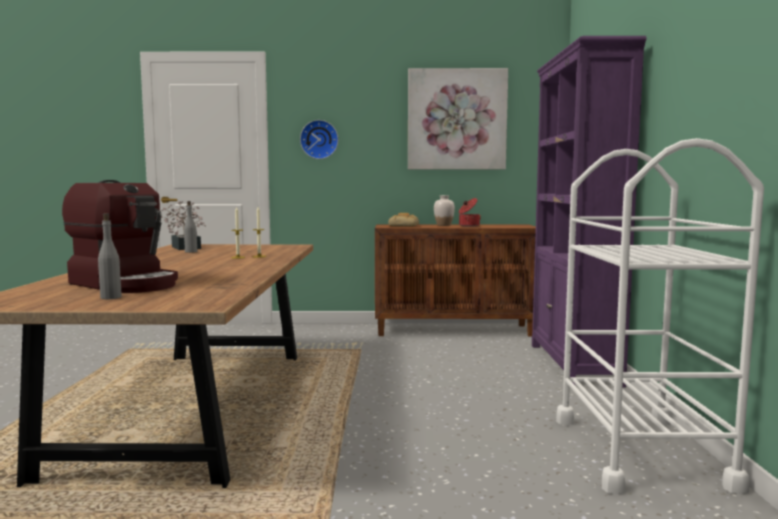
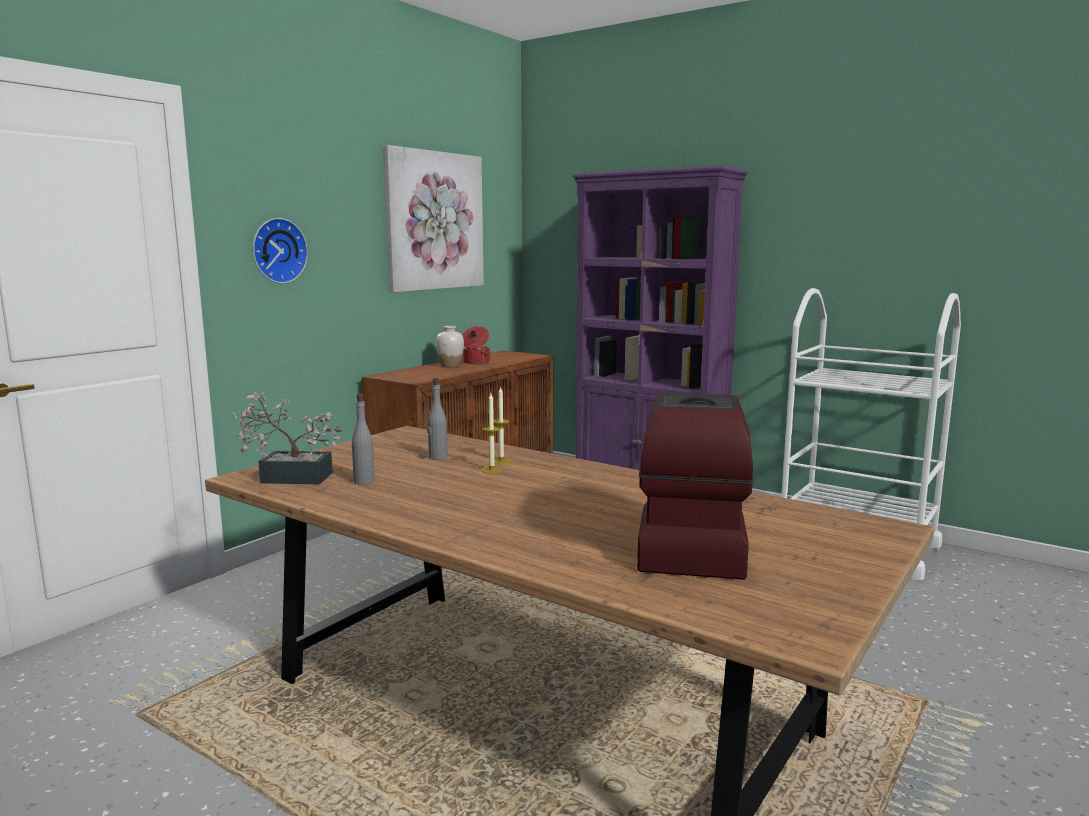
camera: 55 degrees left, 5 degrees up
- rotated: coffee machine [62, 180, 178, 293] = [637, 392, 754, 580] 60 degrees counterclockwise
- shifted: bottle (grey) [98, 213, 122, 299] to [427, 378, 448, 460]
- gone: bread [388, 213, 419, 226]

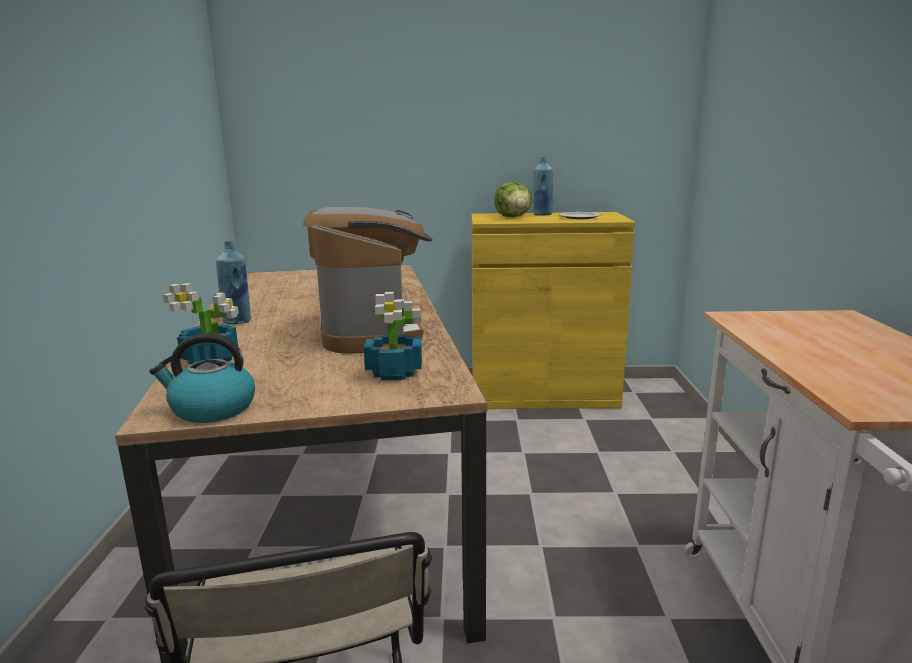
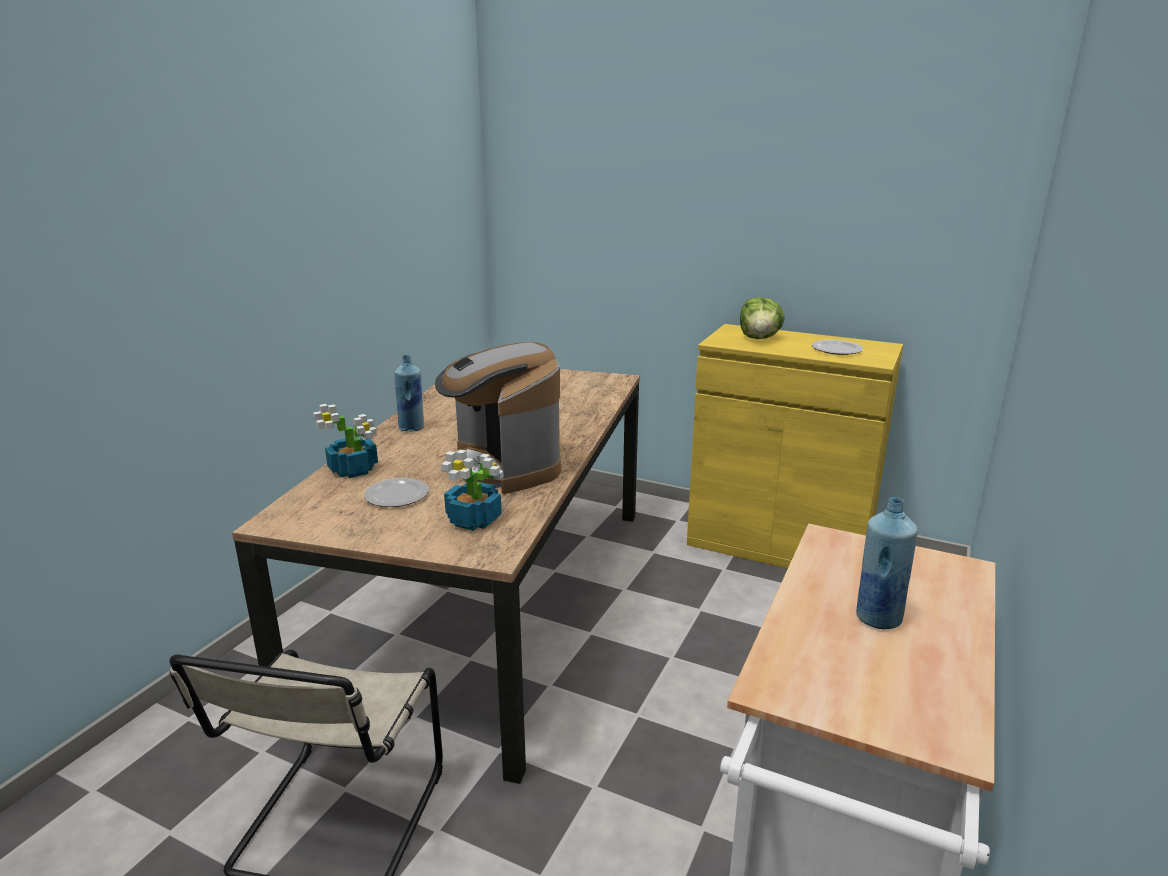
camera: 25 degrees right, 5 degrees up
- shifted: bottle (blue) [533, 157, 553, 216] to [856, 497, 918, 629]
- rotated: coffee machine [303, 207, 433, 354] = [435, 342, 561, 494] 135 degrees clockwise
- gone: kettle [149, 333, 255, 423]
- new: plate [364, 478, 429, 507]

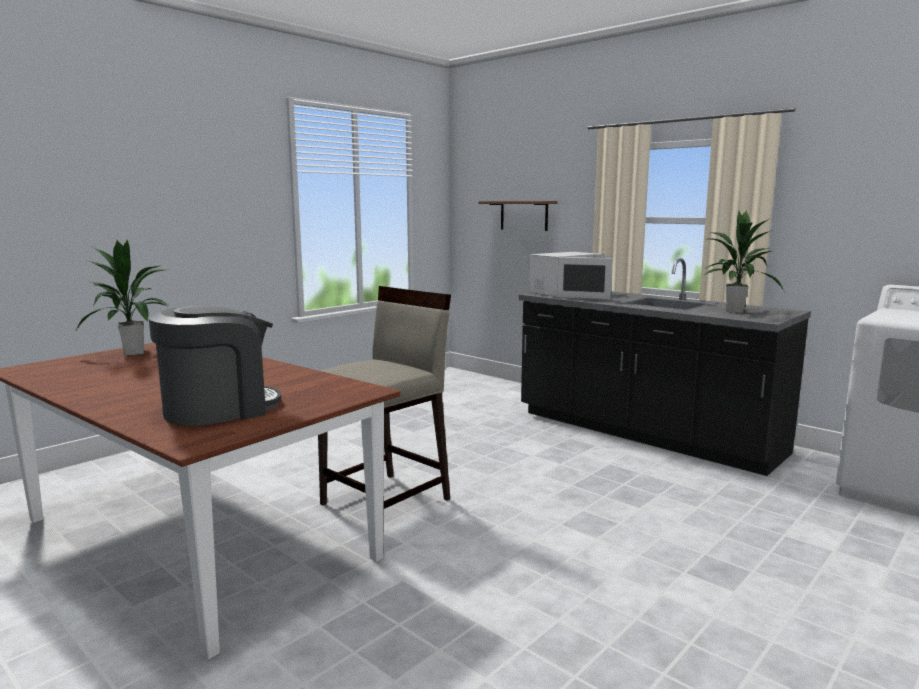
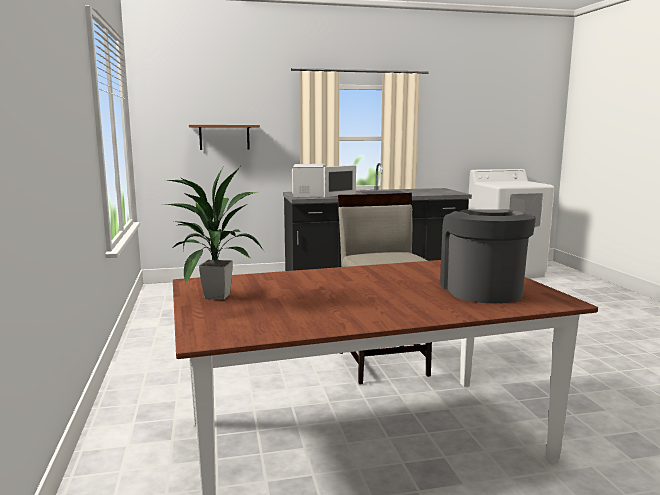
camera: 55 degrees left, 0 degrees up
- gone: potted plant [703, 210, 785, 313]

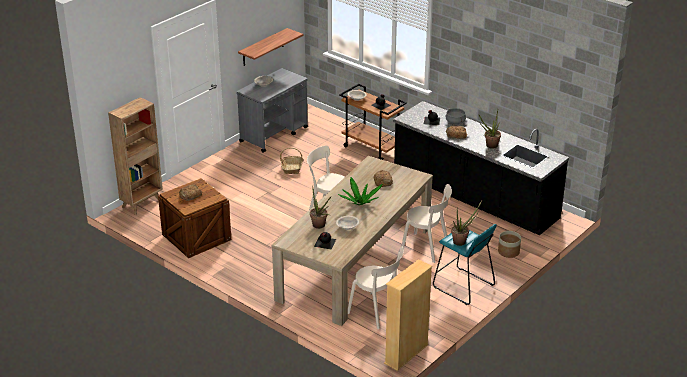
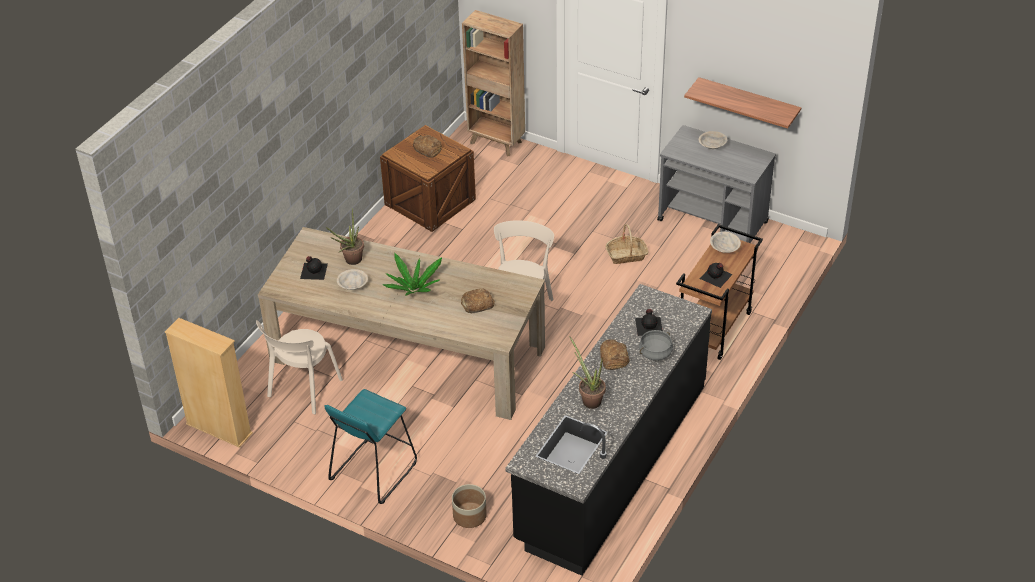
camera: 80 degrees right, 10 degrees up
- gone: chair (beige) [402, 184, 452, 263]
- gone: potted plant [451, 201, 482, 246]

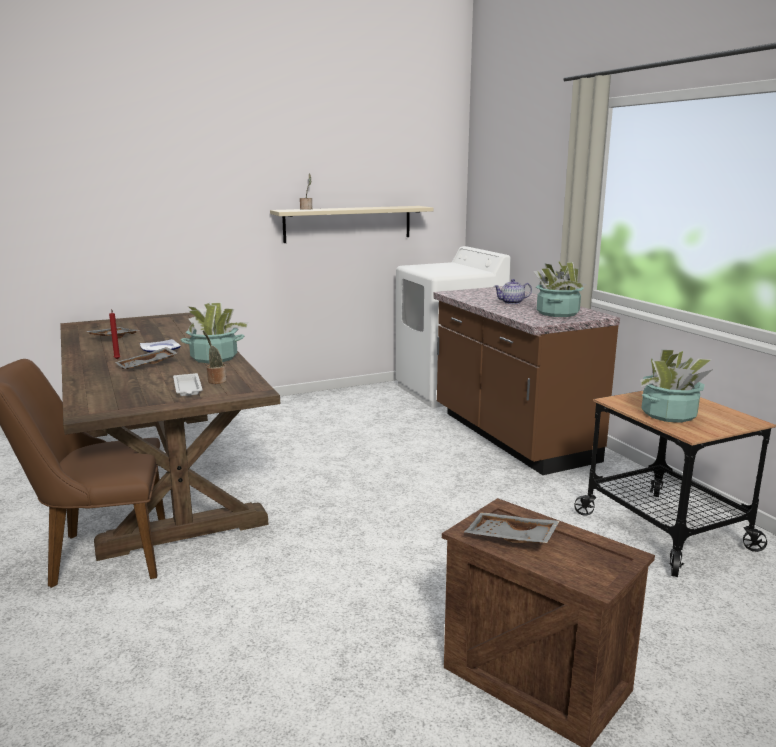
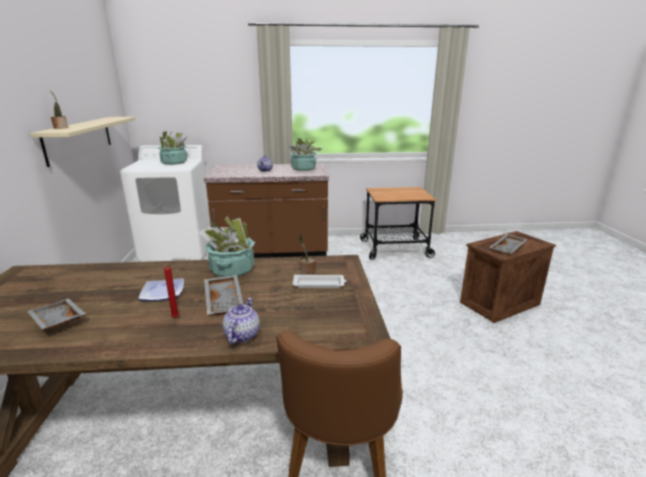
camera: 70 degrees left, 5 degrees up
- shifted: potted plant [640, 350, 713, 423] to [157, 131, 187, 165]
- new: teapot [223, 298, 260, 344]

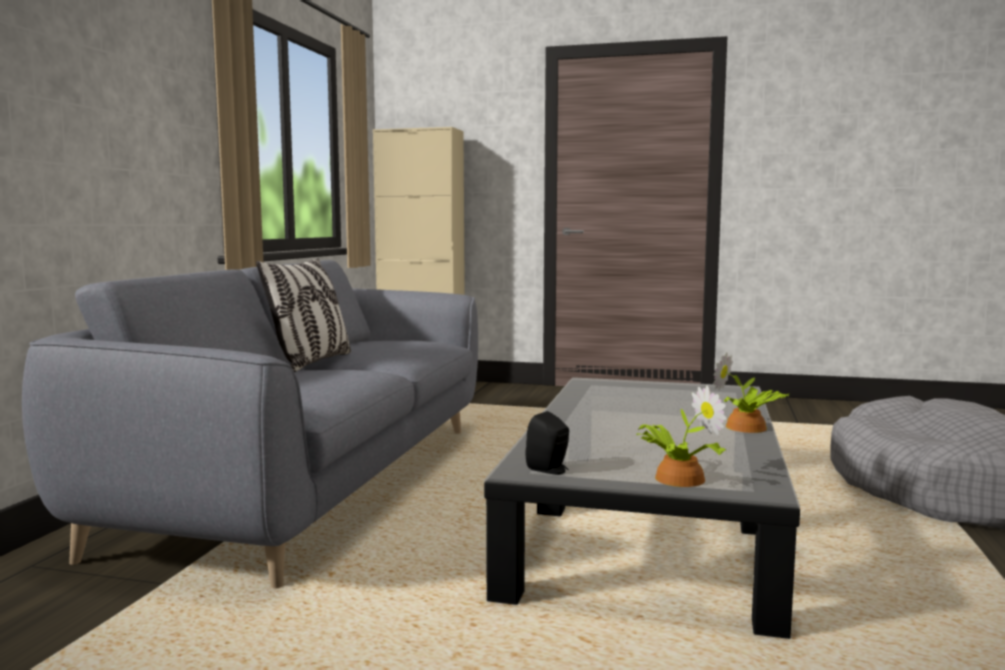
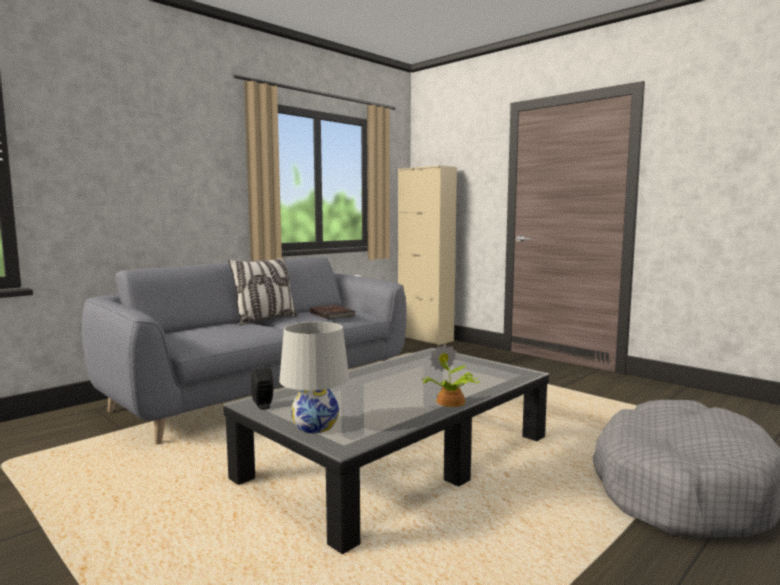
camera: 30 degrees right, 0 degrees up
- swapped: potted plant [637, 385, 727, 487] to table lamp (white) [279, 322, 349, 433]
- new: book (brown) [310, 305, 356, 319]

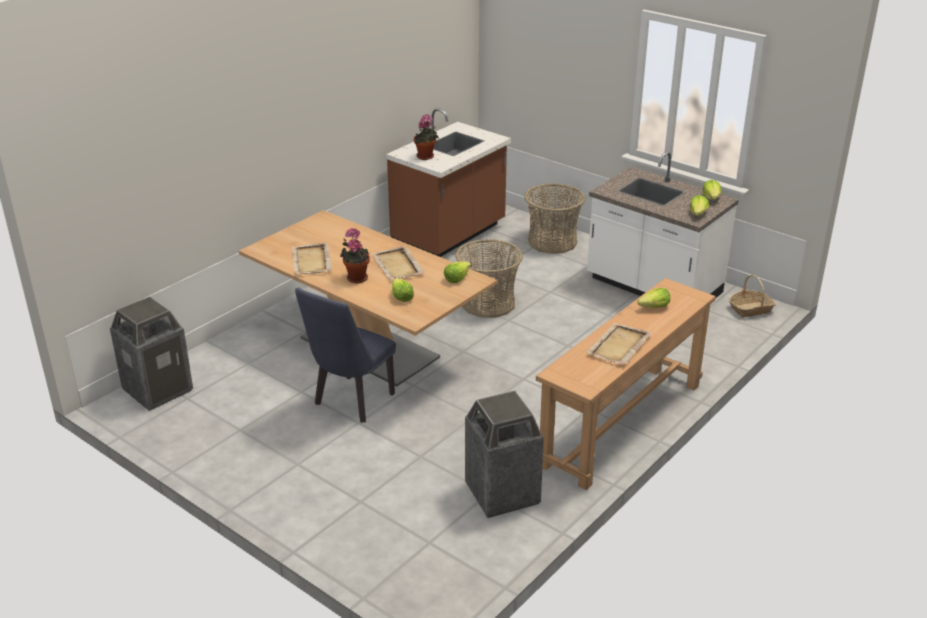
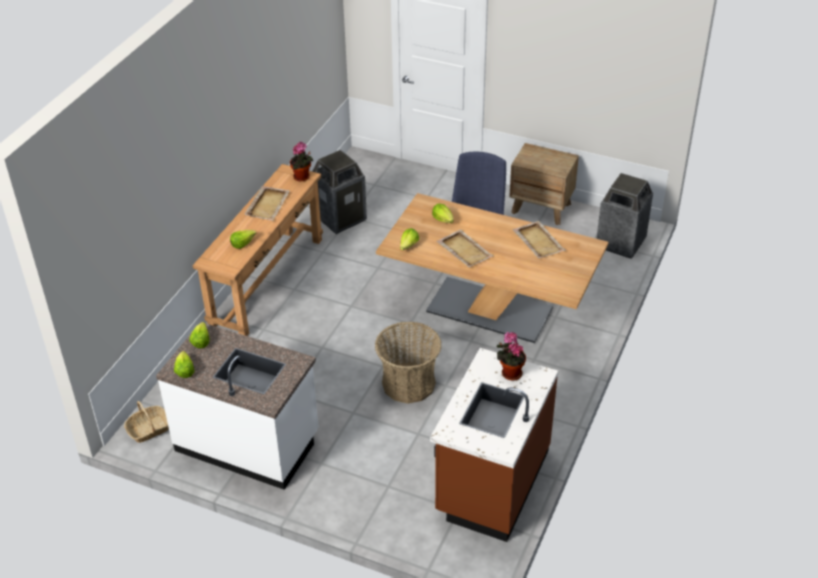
camera: 165 degrees right, 10 degrees up
- gone: basket [524, 183, 585, 254]
- shifted: potted plant [340, 228, 370, 283] to [290, 142, 313, 182]
- new: nightstand (brown) [509, 143, 579, 225]

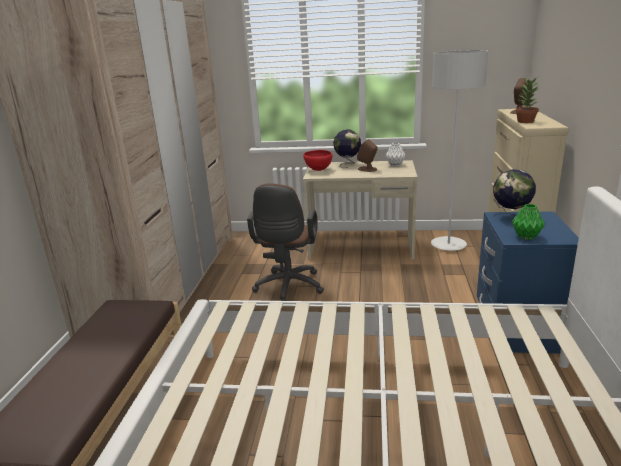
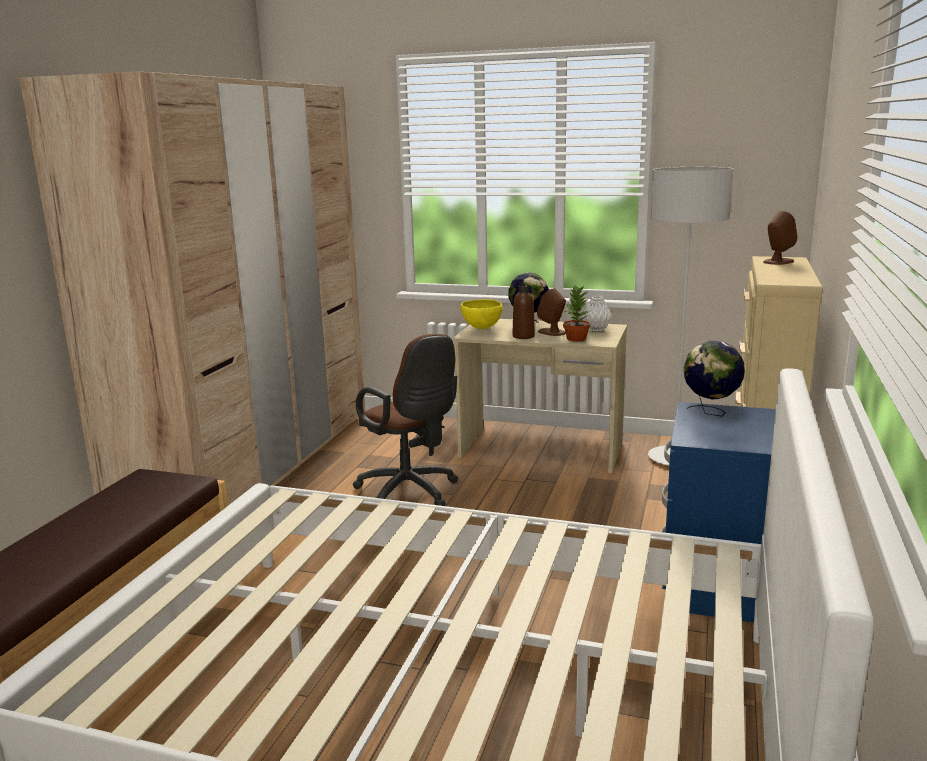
camera: 10 degrees right, 5 degrees down
- shifted: potted plant [515, 78, 540, 123] to [563, 284, 590, 342]
- repainted: bowl (red) [303, 150, 332, 171] to bowl (yellow) [461, 299, 503, 329]
- rotated: office chair (brown) [247, 183, 324, 301] = [353, 334, 458, 506] 60 degrees counterclockwise
- gone: vase (green) [512, 204, 544, 240]
- new: bottle (brown) [512, 285, 535, 339]

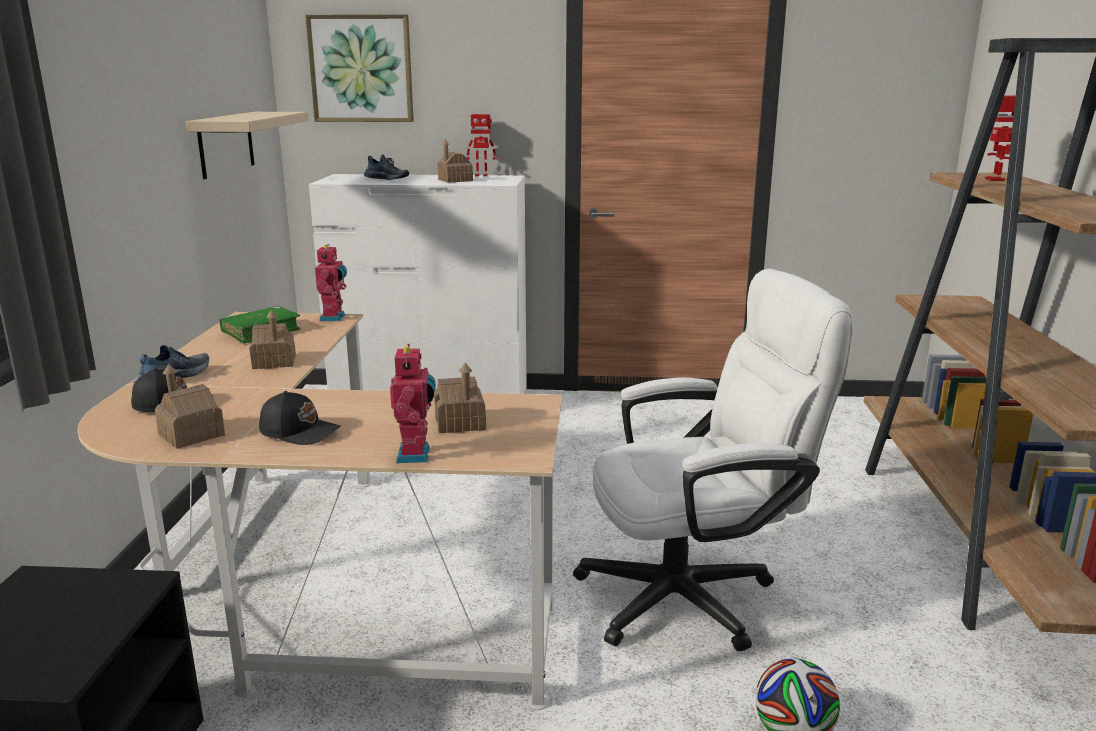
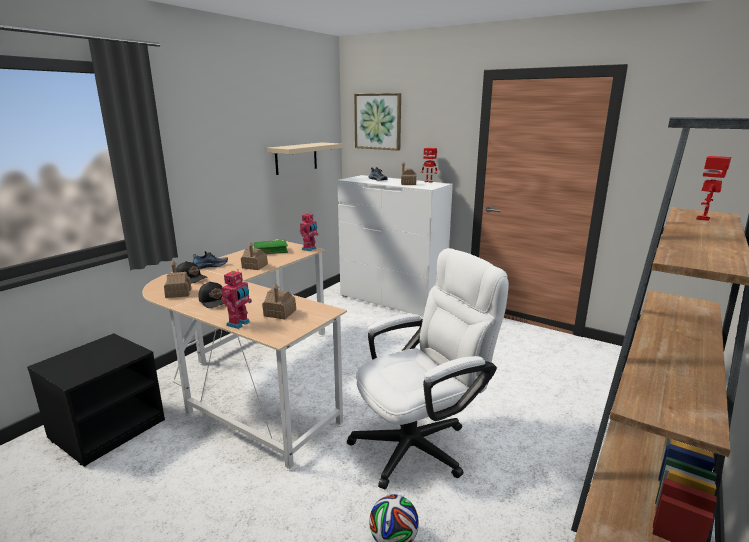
camera: 30 degrees right, 0 degrees up
- rotated: office chair (white) [573, 268, 853, 651] = [347, 248, 509, 489] 45 degrees counterclockwise

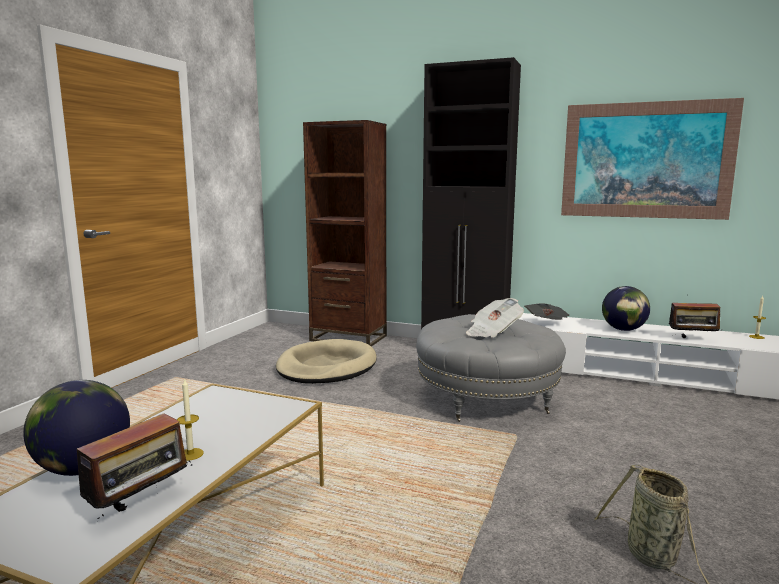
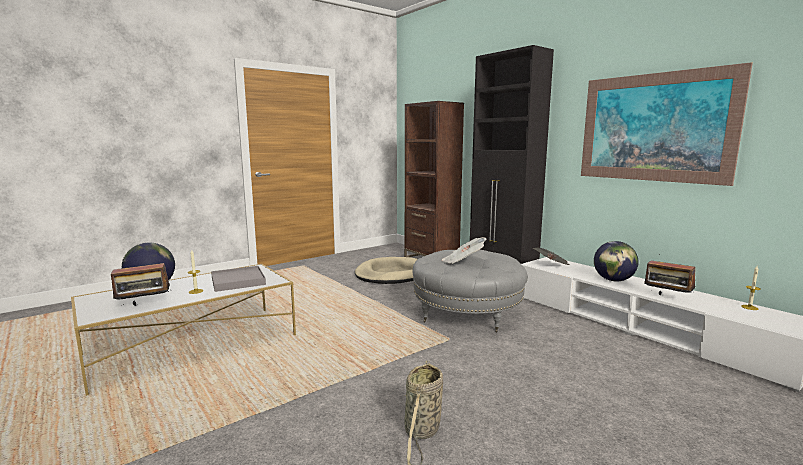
camera: 30 degrees right, 0 degrees up
- new: tray (grey) [211, 266, 266, 292]

